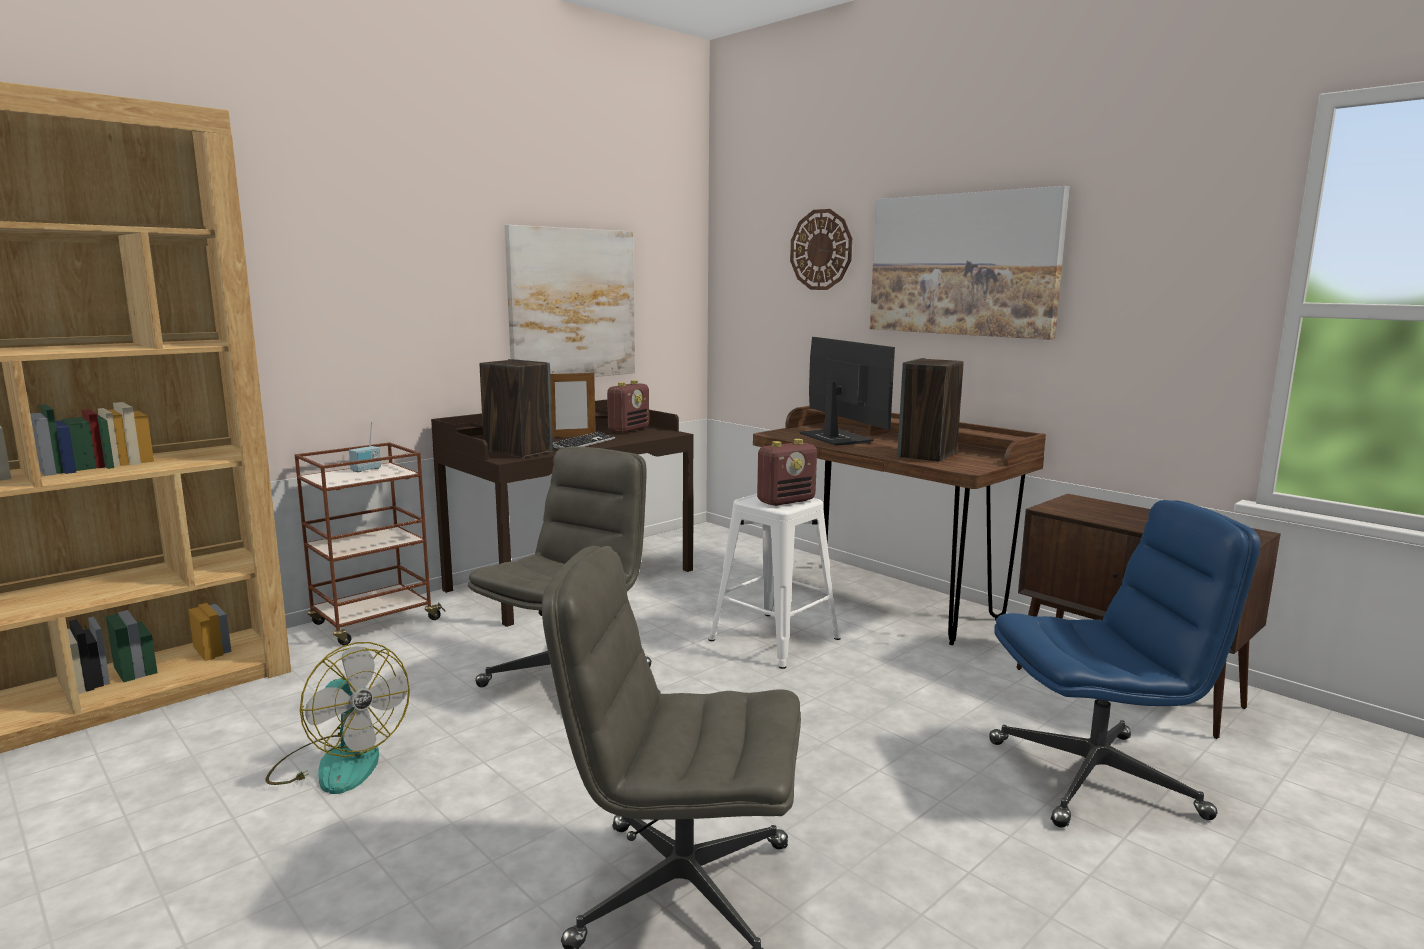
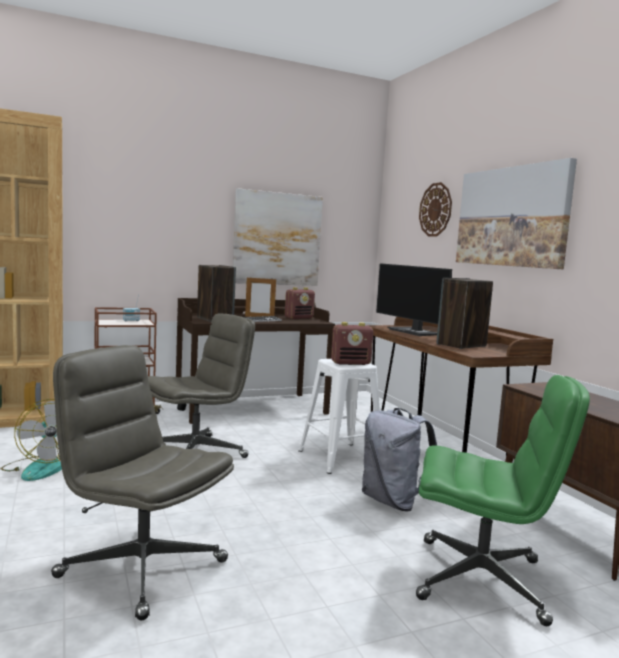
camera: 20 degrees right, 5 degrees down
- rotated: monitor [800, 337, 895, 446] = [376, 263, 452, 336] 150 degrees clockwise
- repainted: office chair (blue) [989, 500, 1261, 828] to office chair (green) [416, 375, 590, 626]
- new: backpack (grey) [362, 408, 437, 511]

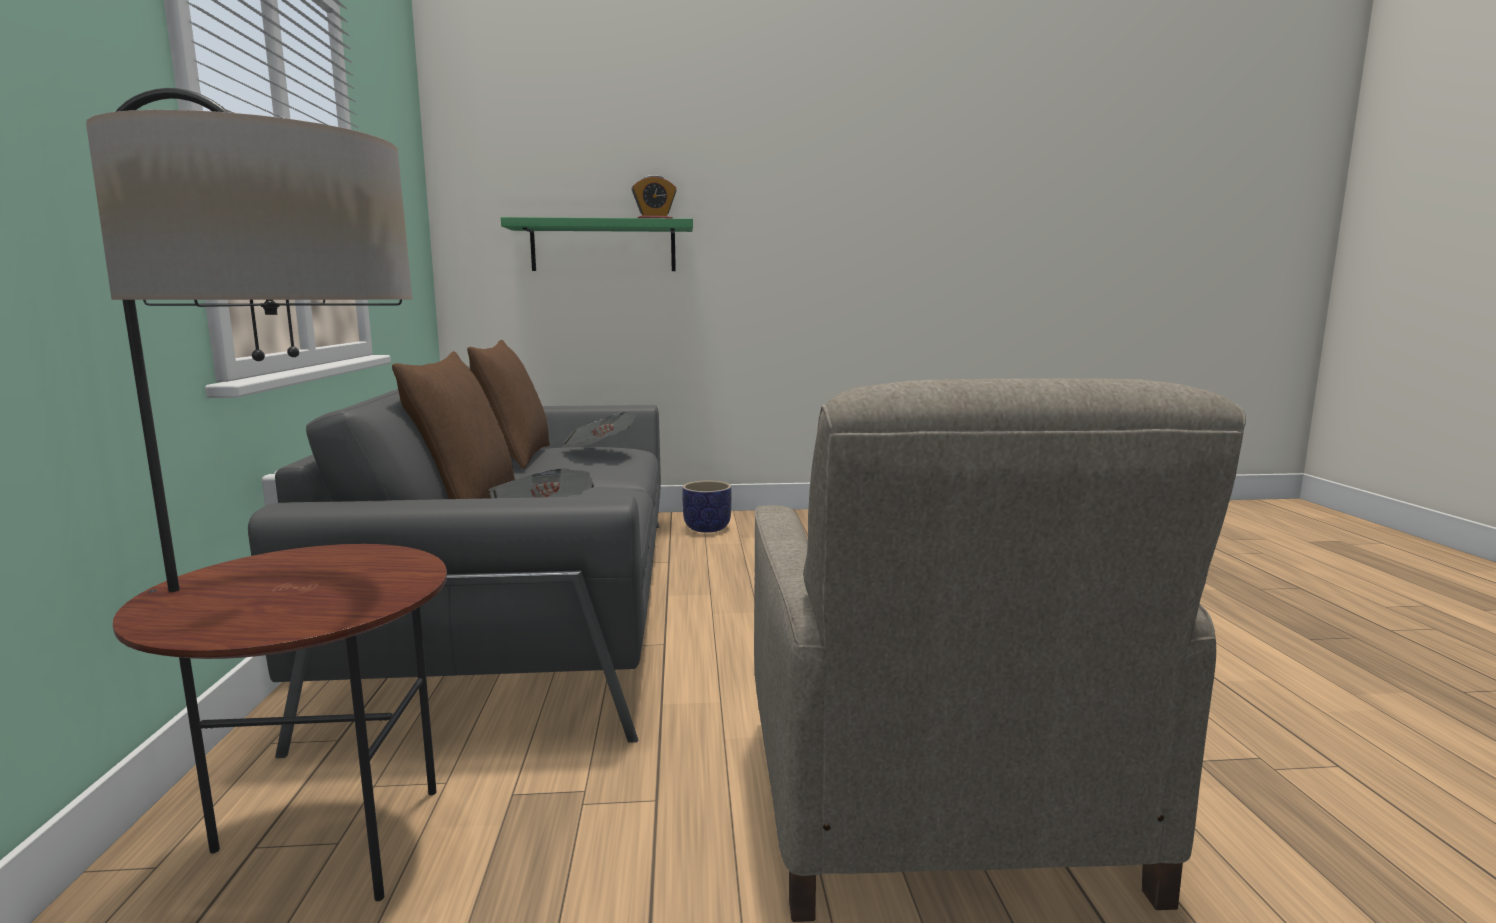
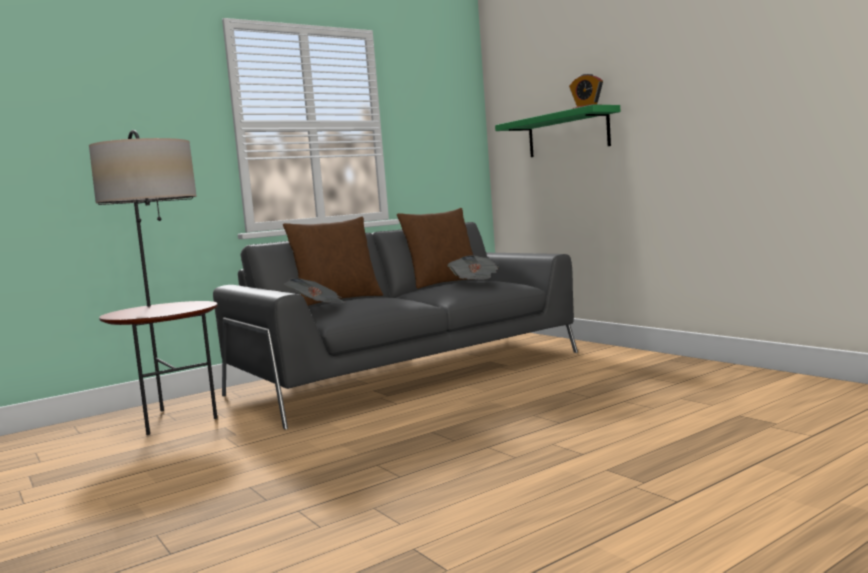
camera: 60 degrees right, 5 degrees down
- gone: armchair (beige) [754, 378, 1246, 922]
- gone: planter [682, 480, 732, 533]

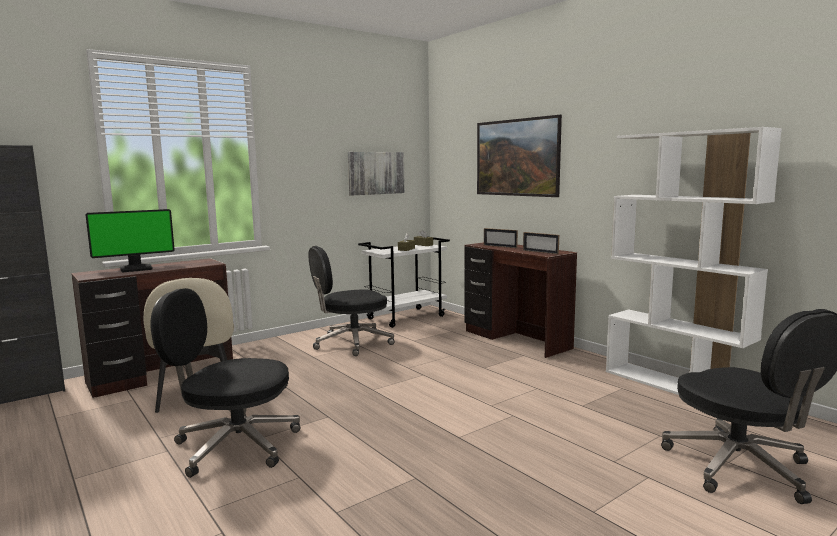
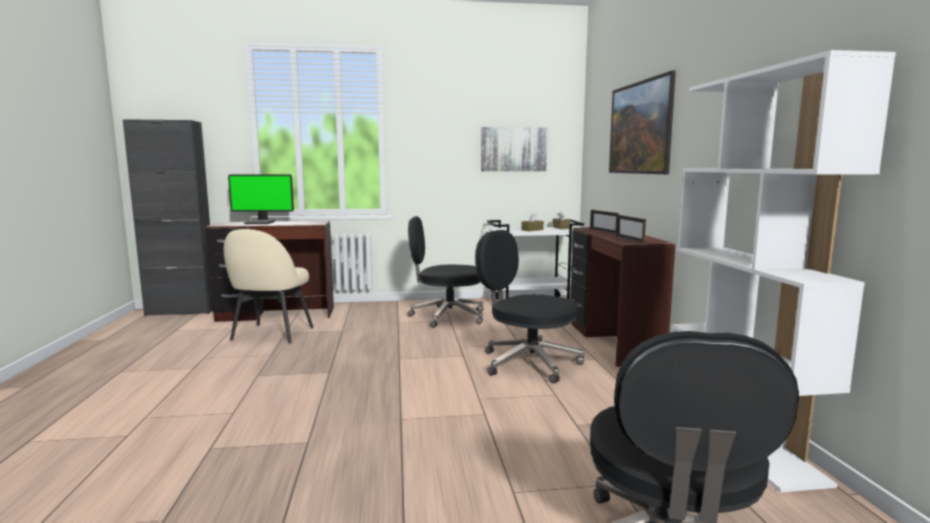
camera: 30 degrees right, 0 degrees up
- shifted: office chair (black) [150, 288, 301, 478] to [475, 230, 585, 383]

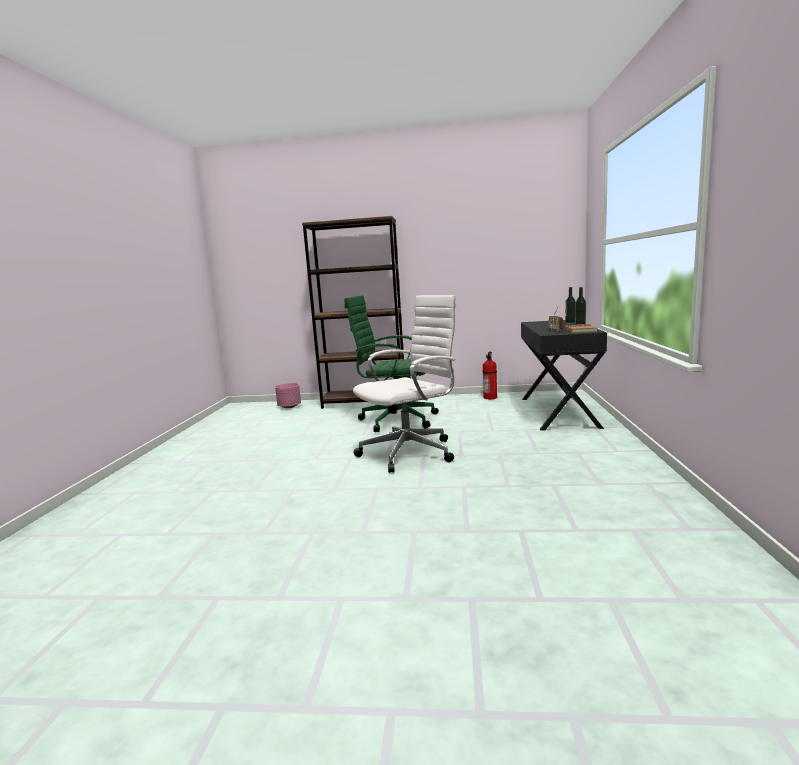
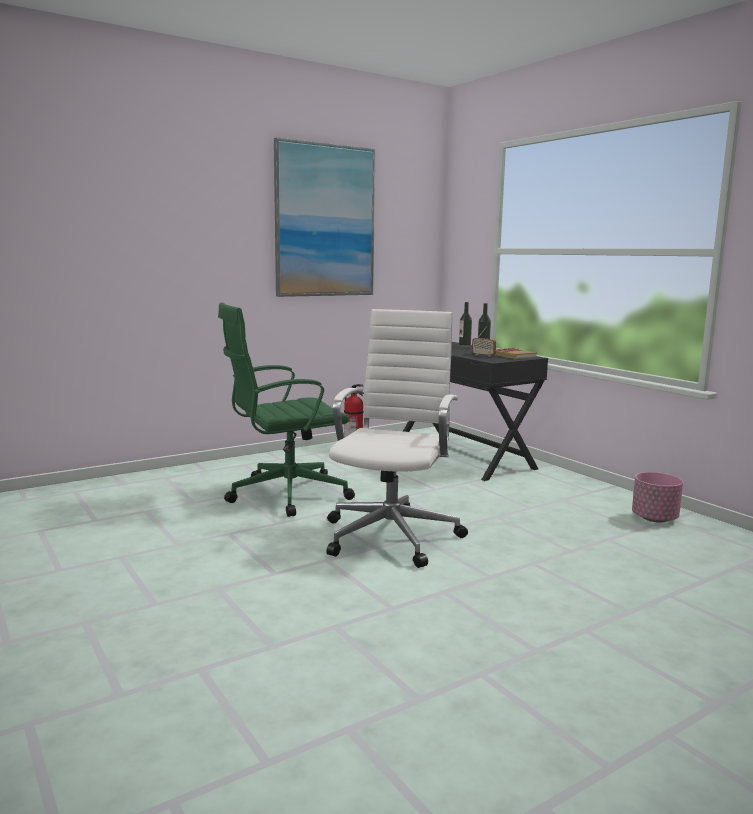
camera: 40 degrees left, 0 degrees up
- gone: bookcase (brown) [302, 216, 404, 409]
- shifted: planter (pink) [275, 383, 301, 408] to [632, 472, 683, 522]
- new: picture [274, 137, 375, 297]

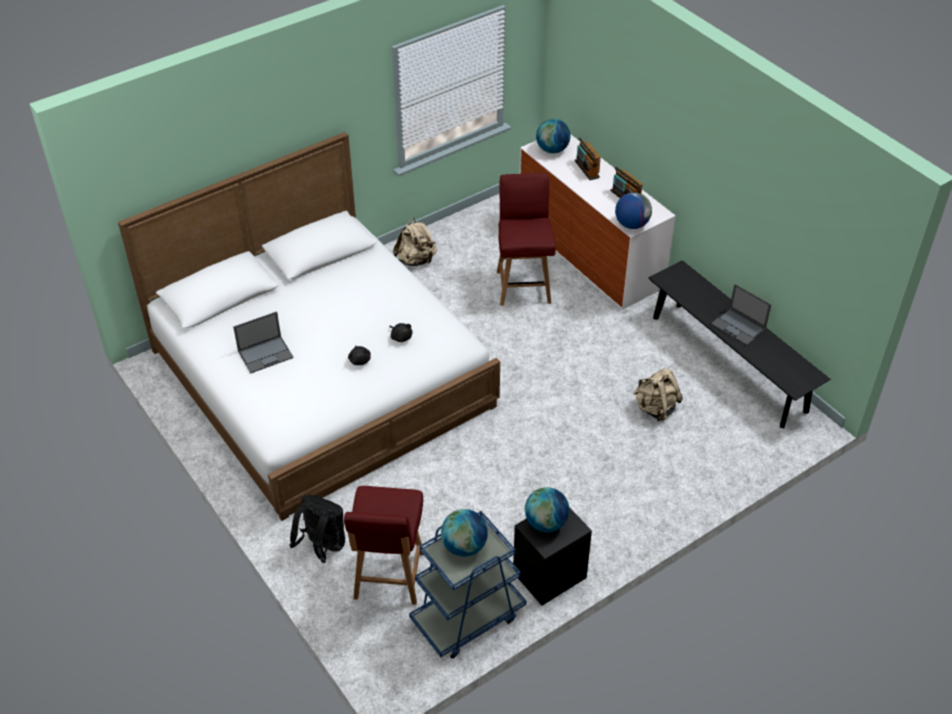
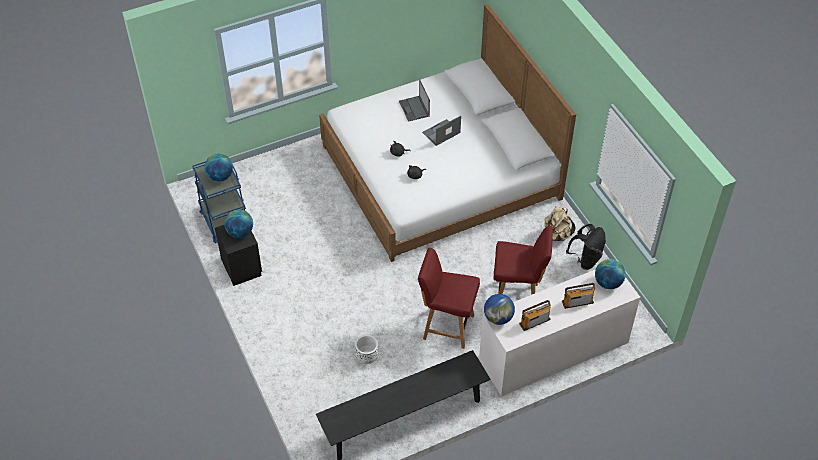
camera: 100 degrees right, 5 degrees up
- shifted: laptop [711, 284, 772, 345] to [422, 116, 461, 146]
- swapped: backpack (beige) [633, 368, 683, 421] to planter (white) [355, 335, 379, 364]
- shifted: chair (red) [344, 486, 424, 605] to [418, 248, 480, 349]
- shifted: backpack (black) [290, 495, 345, 563] to [566, 224, 606, 270]

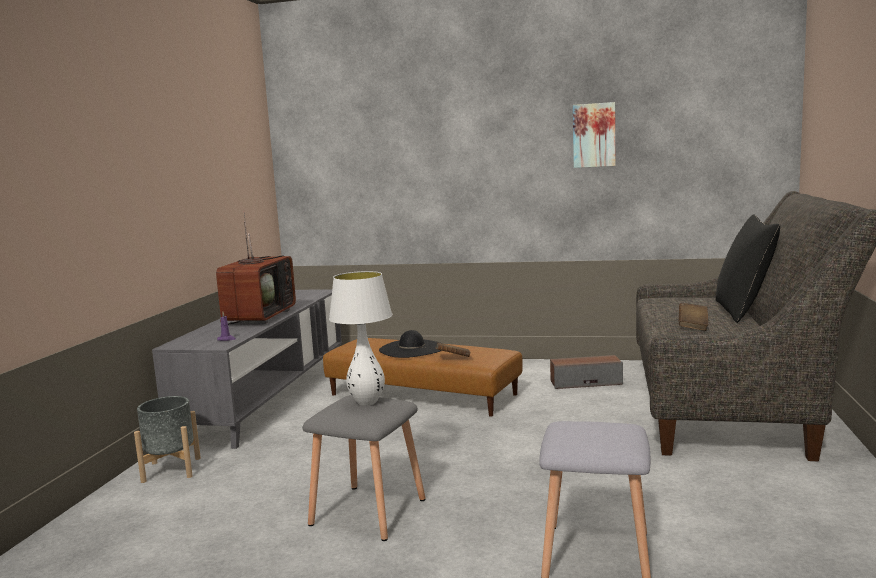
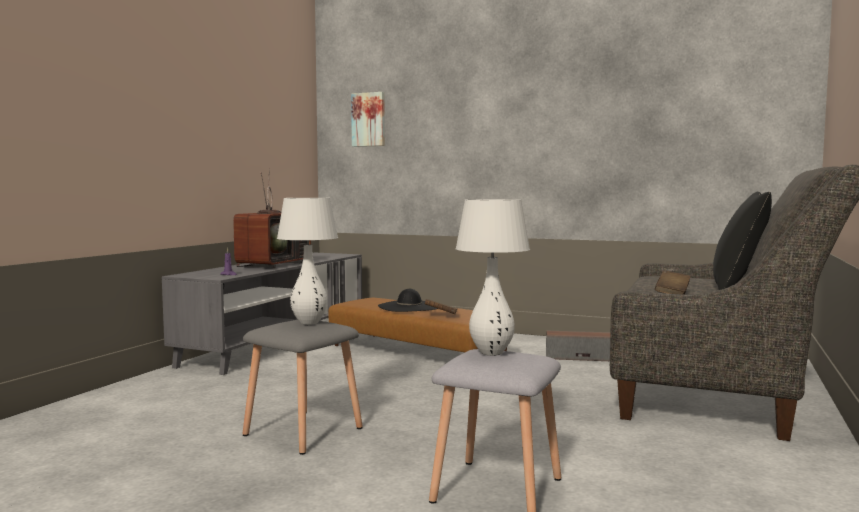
camera: 10 degrees right, 5 degrees down
- shifted: picture [573, 102, 616, 168] to [351, 92, 385, 147]
- gone: planter (grey) [134, 396, 201, 483]
- new: table lamp (white) [455, 199, 530, 356]

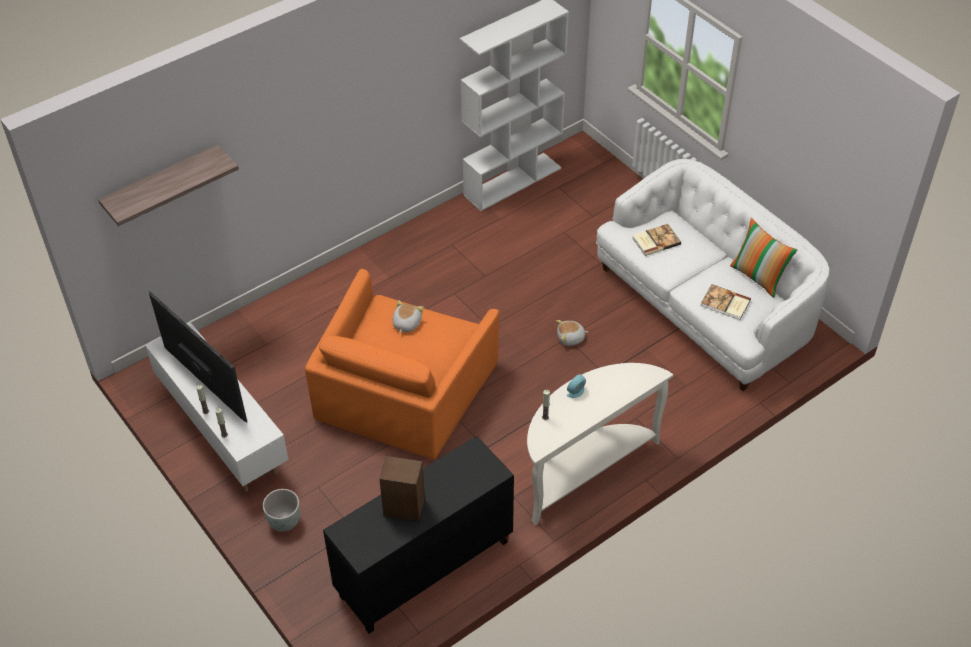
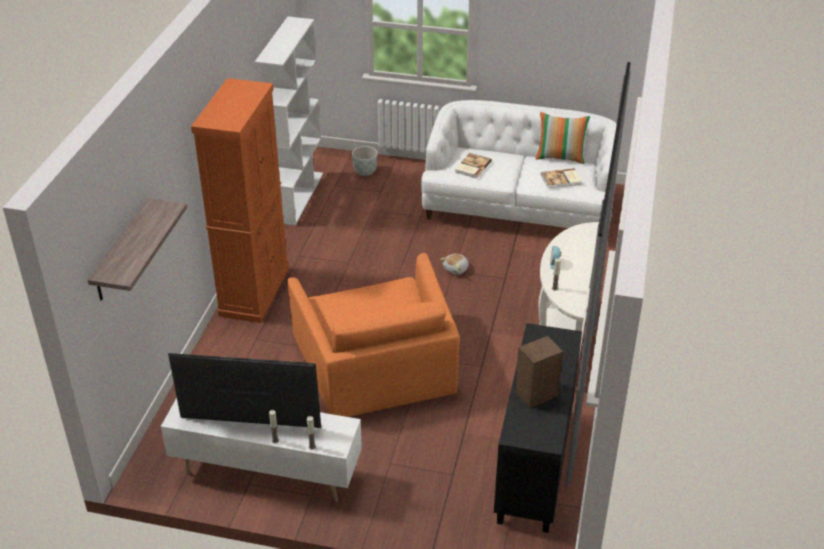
camera: 40 degrees left, 10 degrees down
- gone: plush toy [393, 300, 424, 333]
- shifted: planter (grey) [263, 489, 300, 532] to [352, 146, 378, 176]
- new: cabinet (orange) [191, 78, 289, 323]

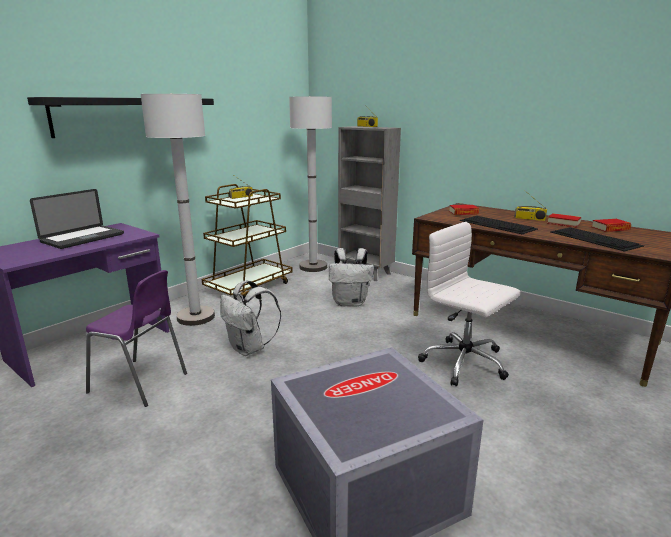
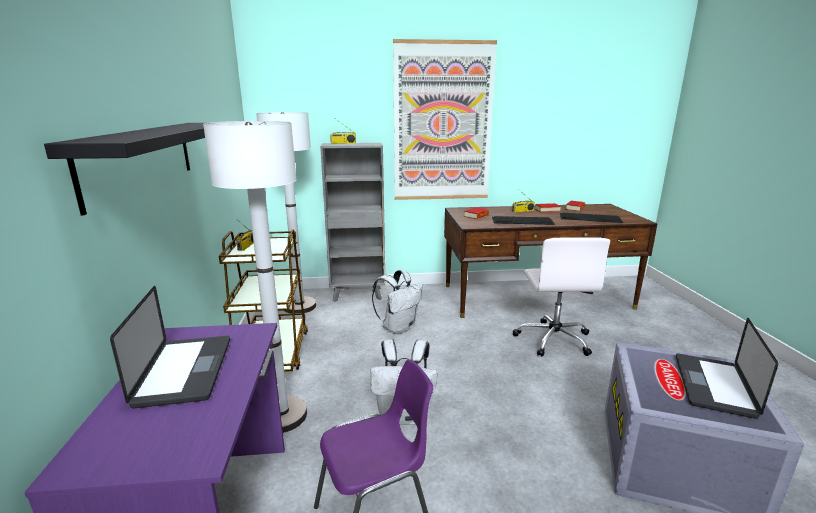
camera: 45 degrees left, 0 degrees up
- rotated: office chair (white) [418, 222, 520, 387] = [512, 237, 610, 357] 90 degrees counterclockwise
- new: picture [393, 39, 497, 200]
- new: laptop [676, 318, 778, 419]

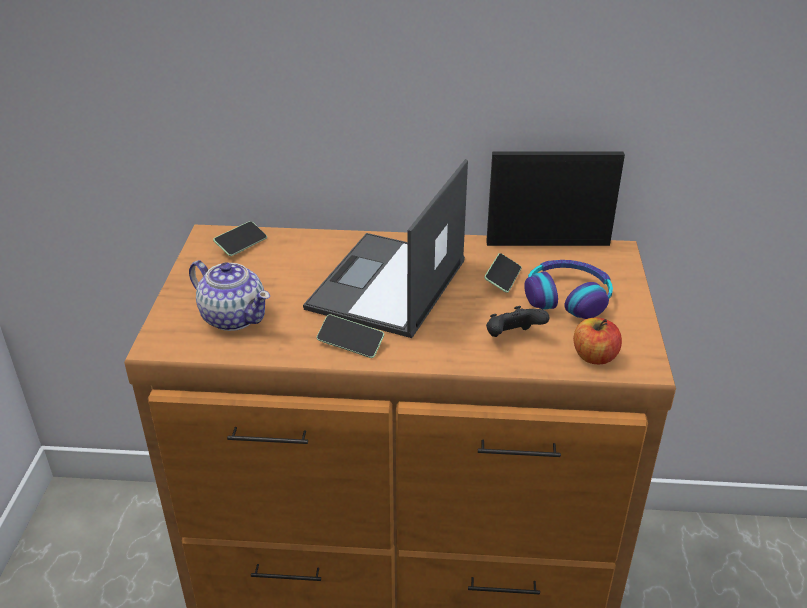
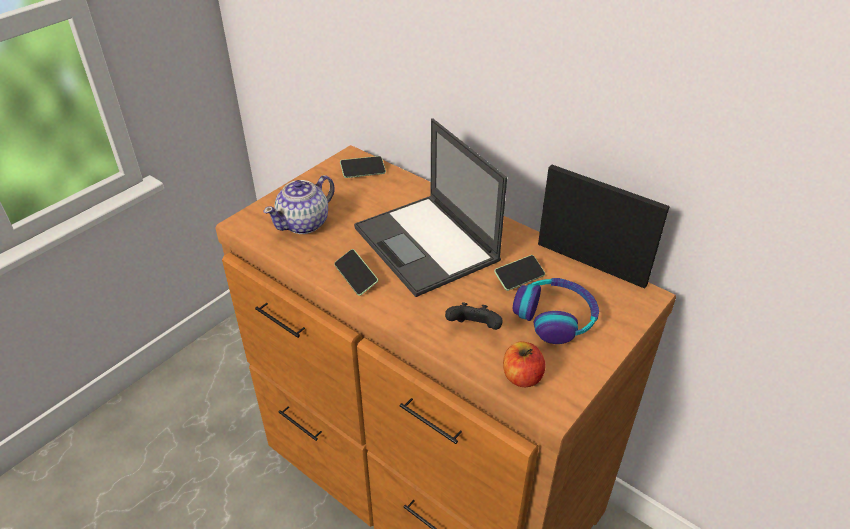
camera: 35 degrees right, 5 degrees up
- rotated: laptop [303, 159, 468, 338] = [354, 118, 507, 297] 90 degrees counterclockwise
- rotated: teapot [189, 260, 270, 331] = [263, 175, 335, 234] 60 degrees clockwise

